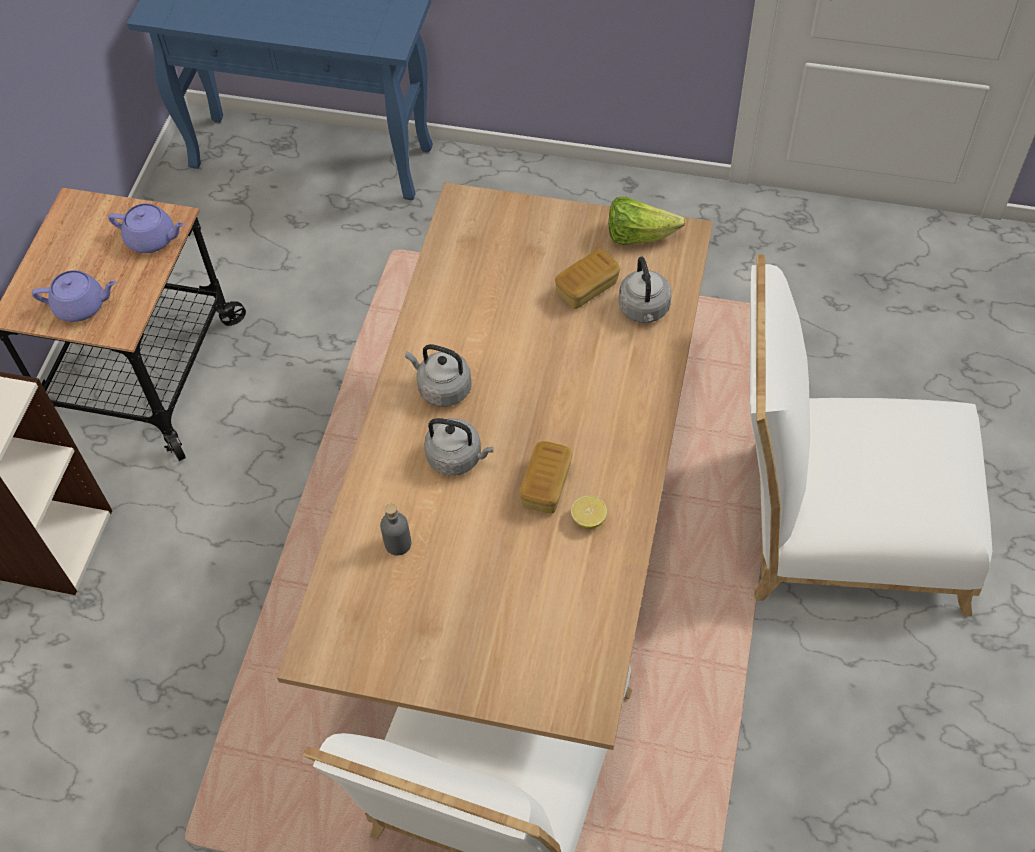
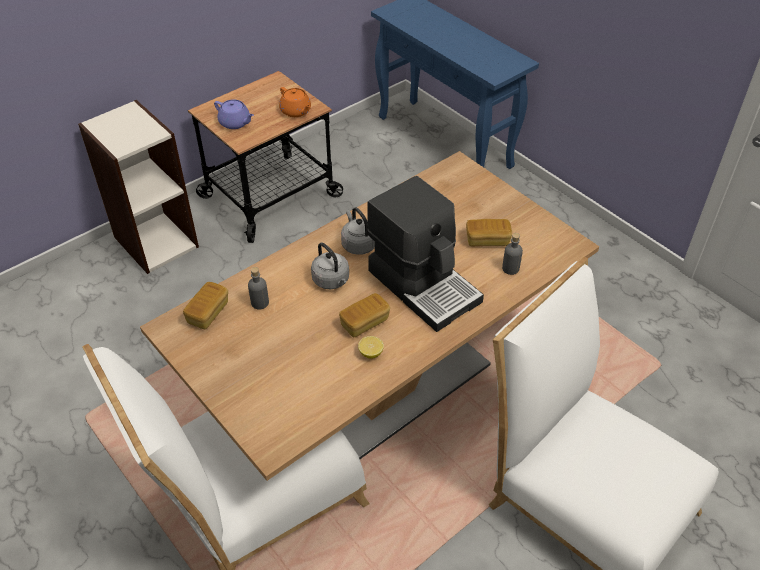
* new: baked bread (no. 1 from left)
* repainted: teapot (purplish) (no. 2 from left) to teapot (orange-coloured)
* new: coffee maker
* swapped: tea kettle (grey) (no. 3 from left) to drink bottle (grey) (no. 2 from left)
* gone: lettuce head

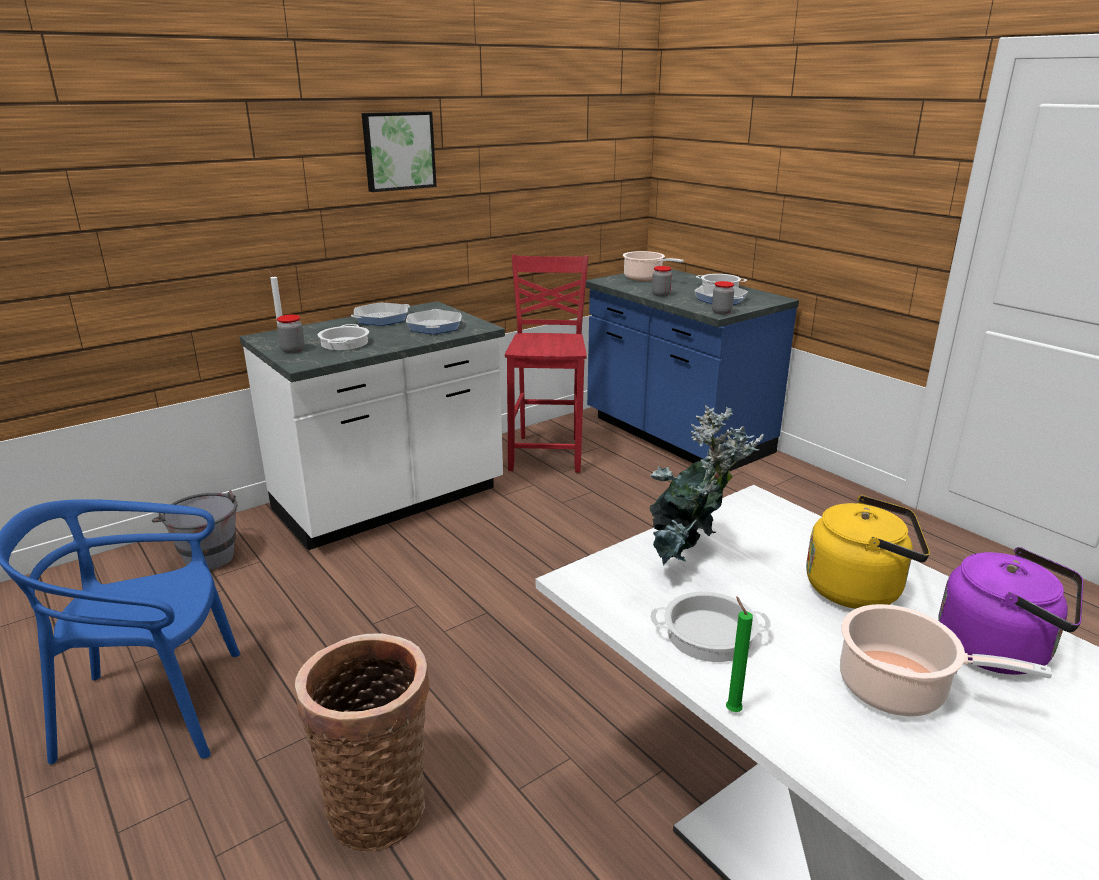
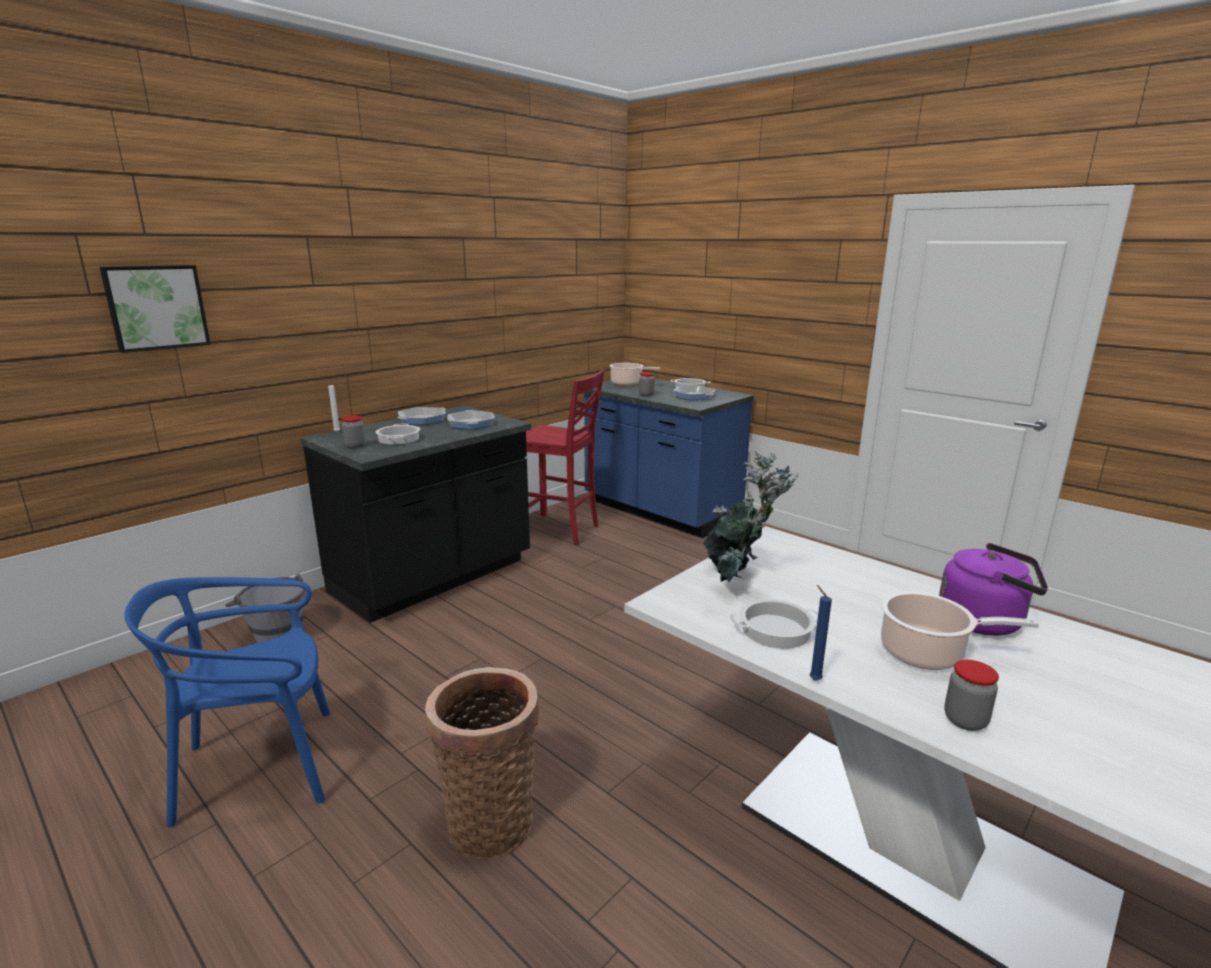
* shifted: wall art
* repainted: counter (white-coloured) to counter (black)
* rotated: plain chair (red-coloured) 120 degrees clockwise
* repainted: wax candle (greenish) to wax candle (blue-coloured)
* shifted: storage jar (no. 3 from left)
* gone: tea kettle (yellow)

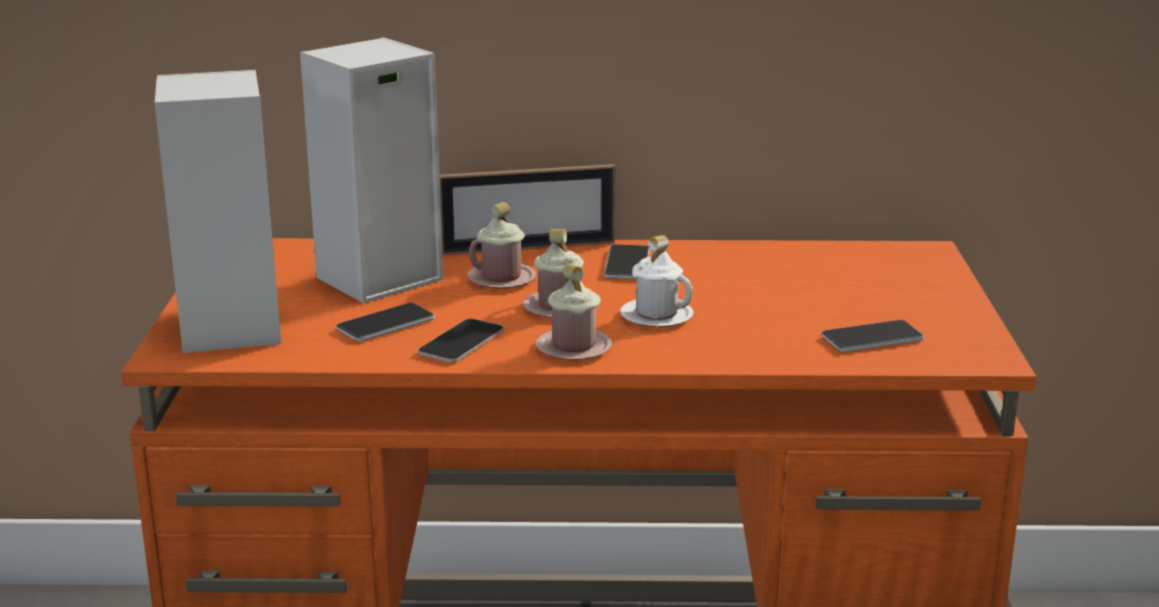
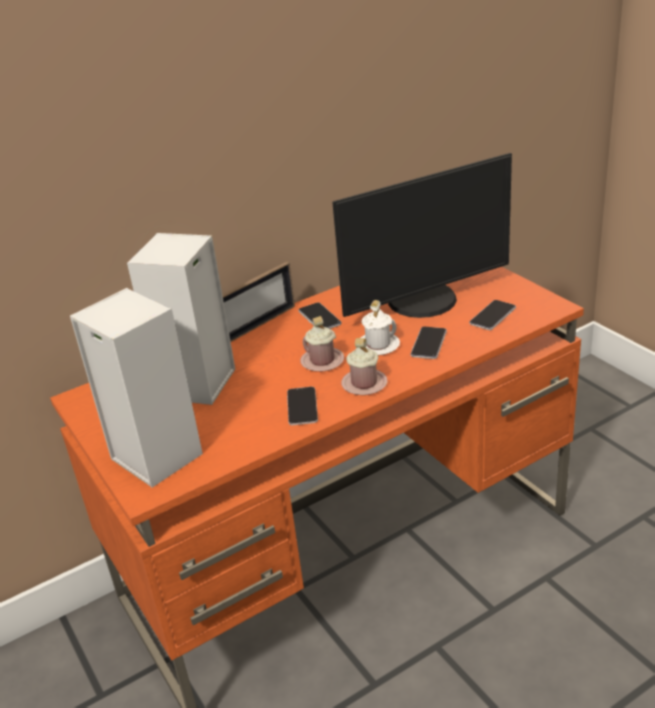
* new: computer display
* shifted: handset (no. 1 from left in the first image) to handset (no. 3 from left)
* gone: coffee mug (pink) (no. 1 from left)

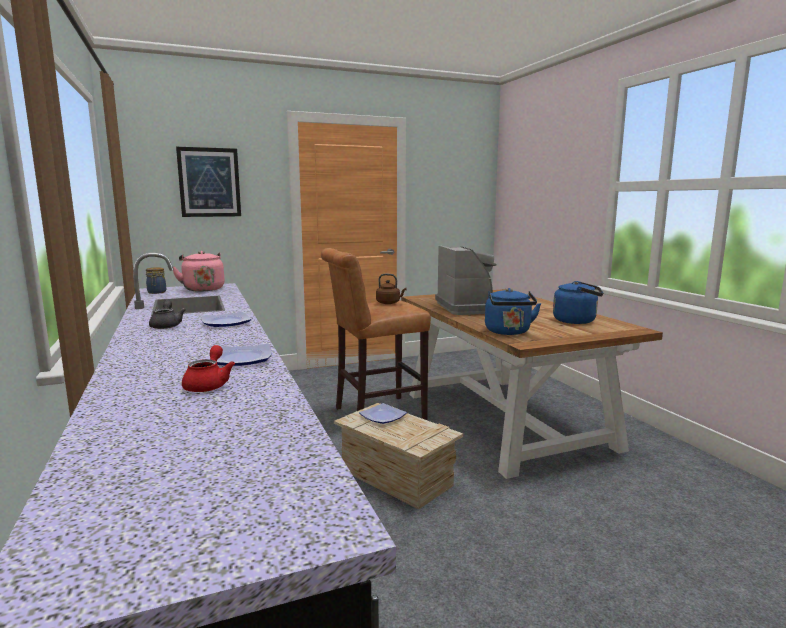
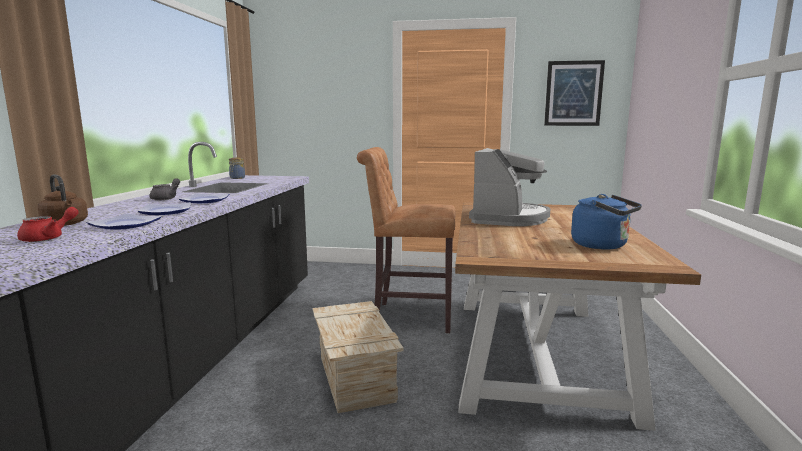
* shifted: tea kettle (brownish)
* shifted: plate (no. 3 from left in the first image) to plate (no. 2 from left)
* shifted: wall art
* gone: tea kettle (pink)
* gone: tea kettle (blue-coloured) (no. 1 from left)

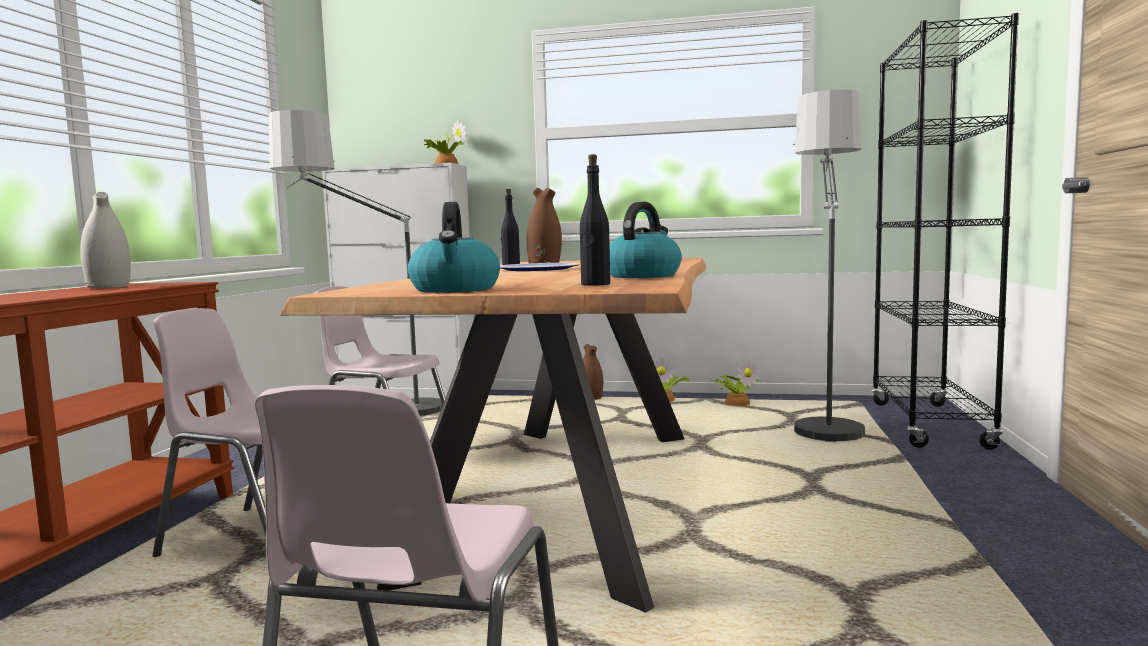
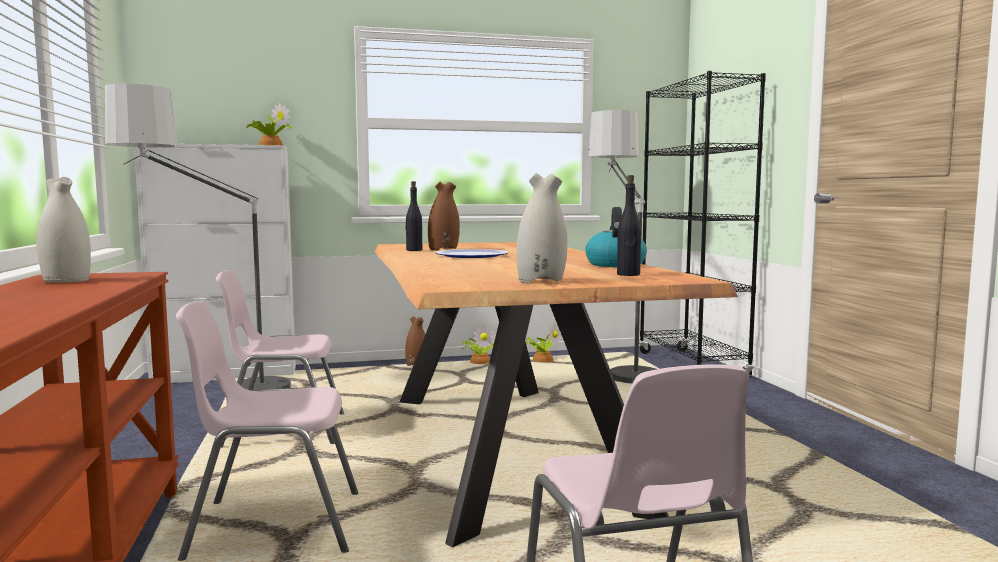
* swapped: tea kettle (no. 1 from left) to decorative vase (white-coloured) (no. 2 from left)

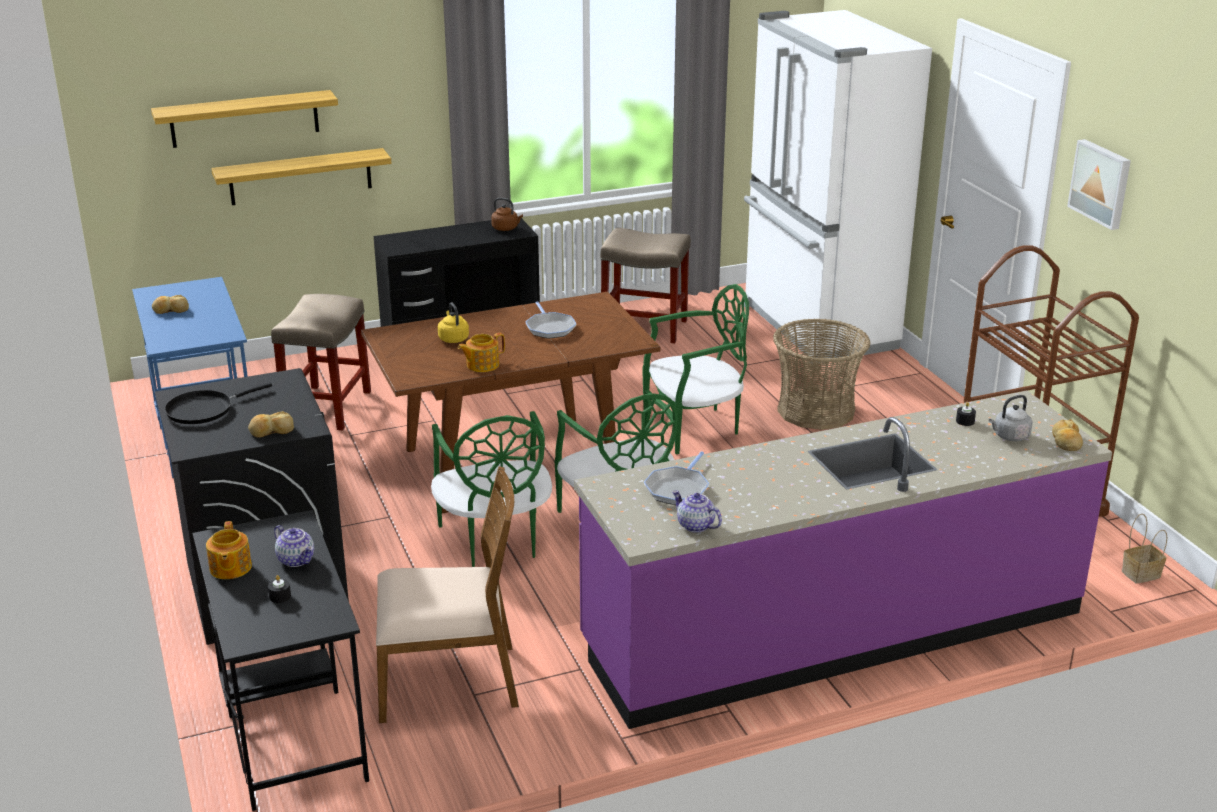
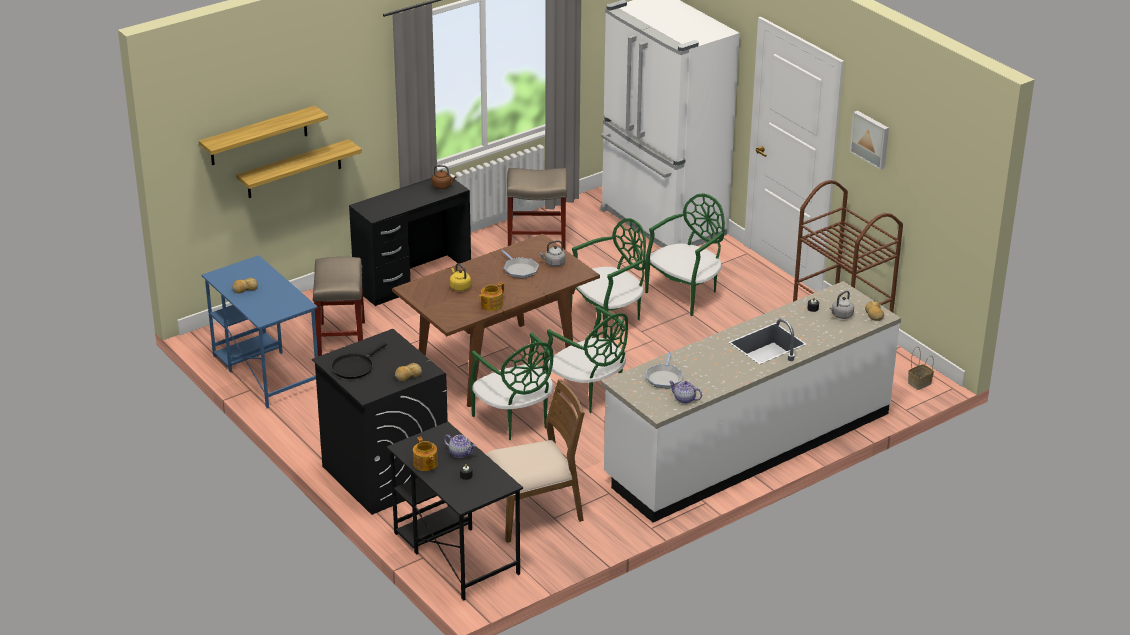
* new: tea kettle (grey) (no. 1 from left)
* repainted: counter (purplish) to counter (white-coloured)
* swapped: basket (no. 1 from left) to plain chair (greenish) (no. 4 from left)

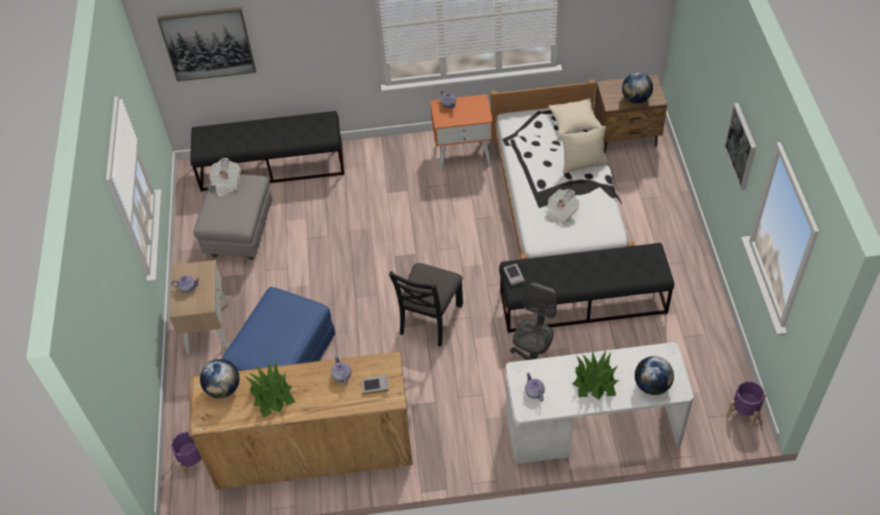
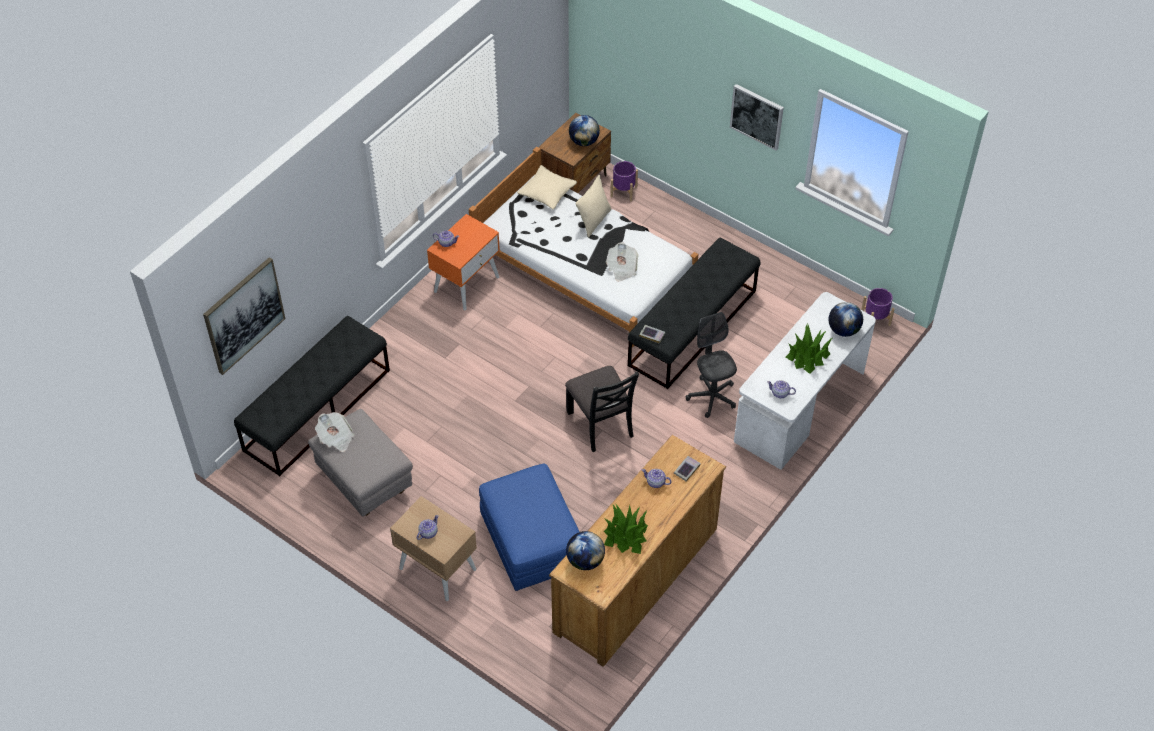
* shifted: planter (purplish) (no. 1 from left)

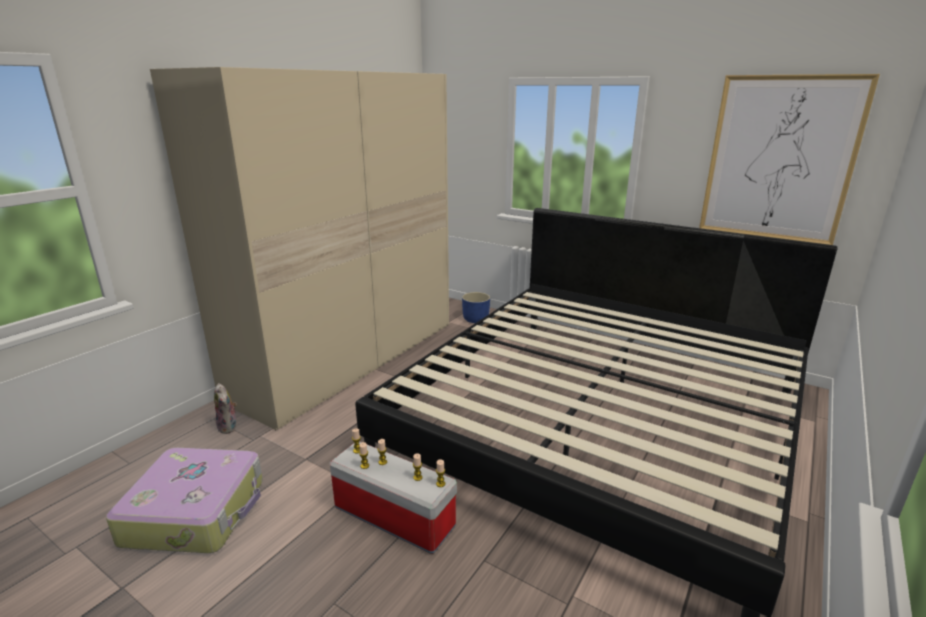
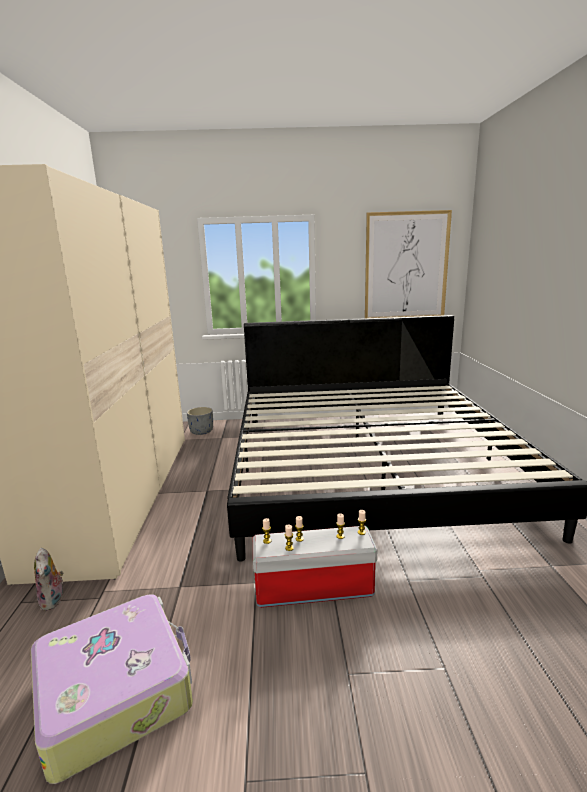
* rotated: soft toy 45 degrees clockwise
* repainted: planter (blue-coloured) to planter (grey)

